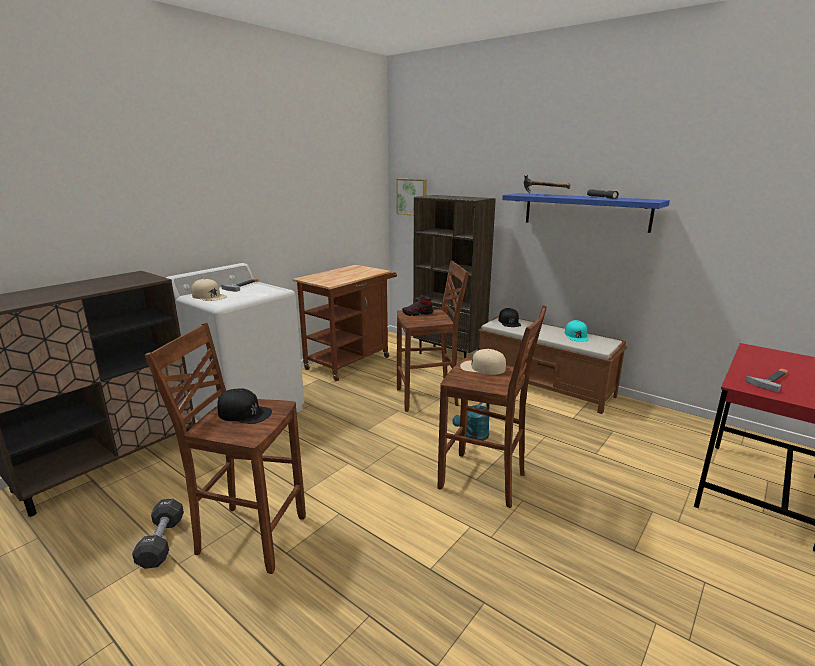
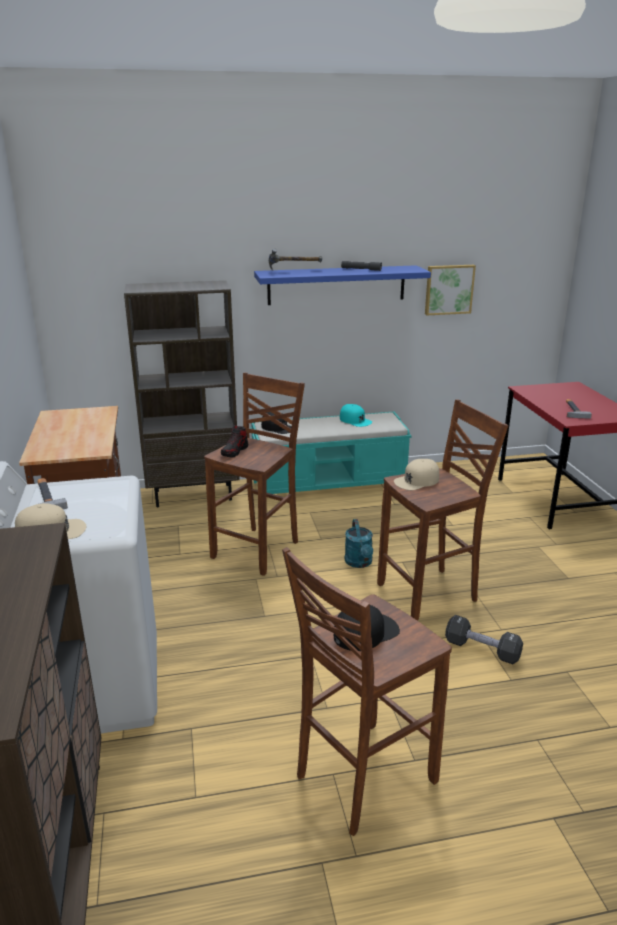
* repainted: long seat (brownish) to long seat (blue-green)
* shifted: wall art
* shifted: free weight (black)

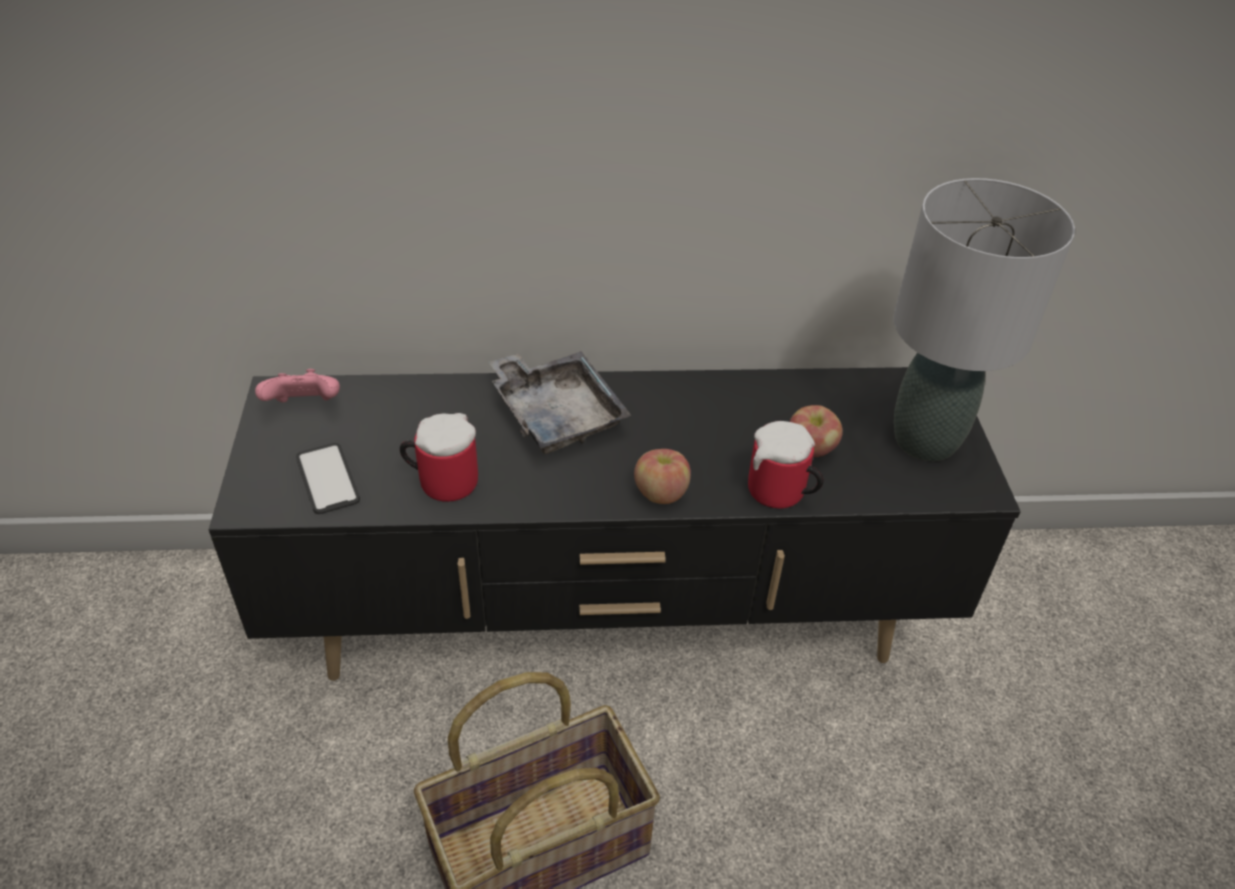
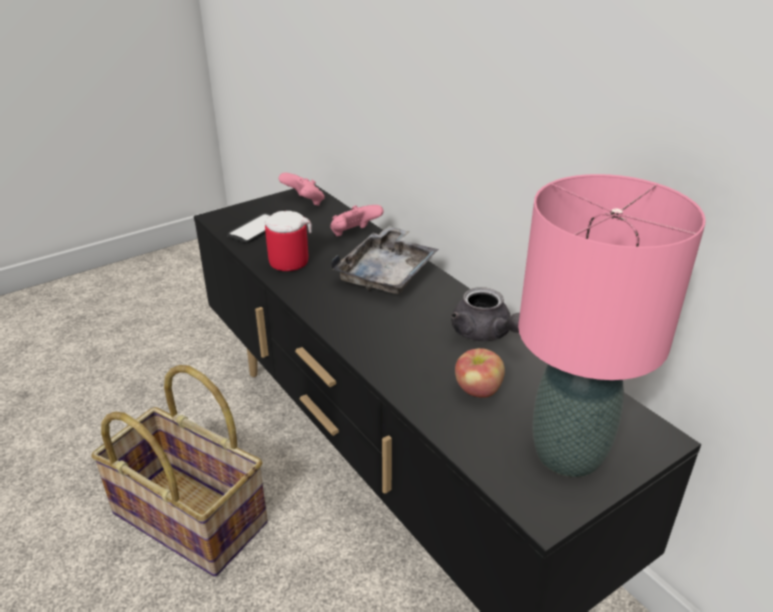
* new: joypad (pink) (no. 2 from left)
* new: teapot (grey)
* repainted: tabletop lamp (grey) to tabletop lamp (pink)
* gone: apple fruit (no. 1 from left)
* gone: coffee mug (no. 2 from left)

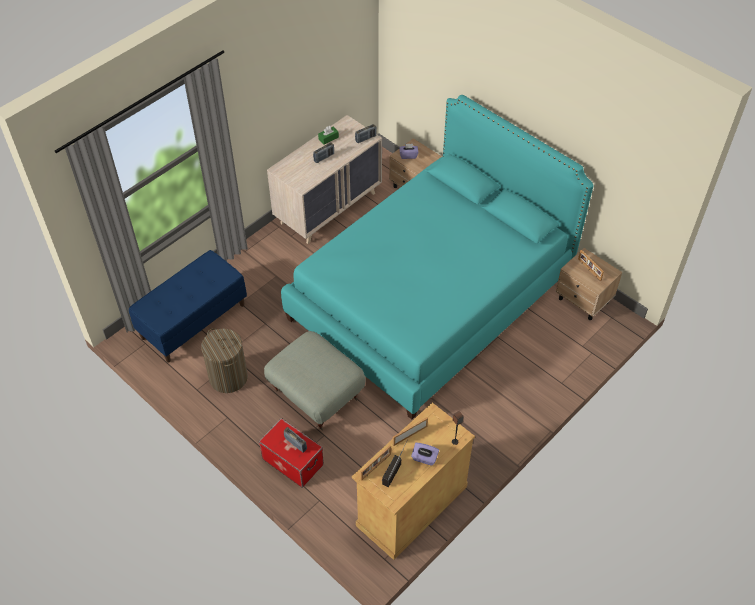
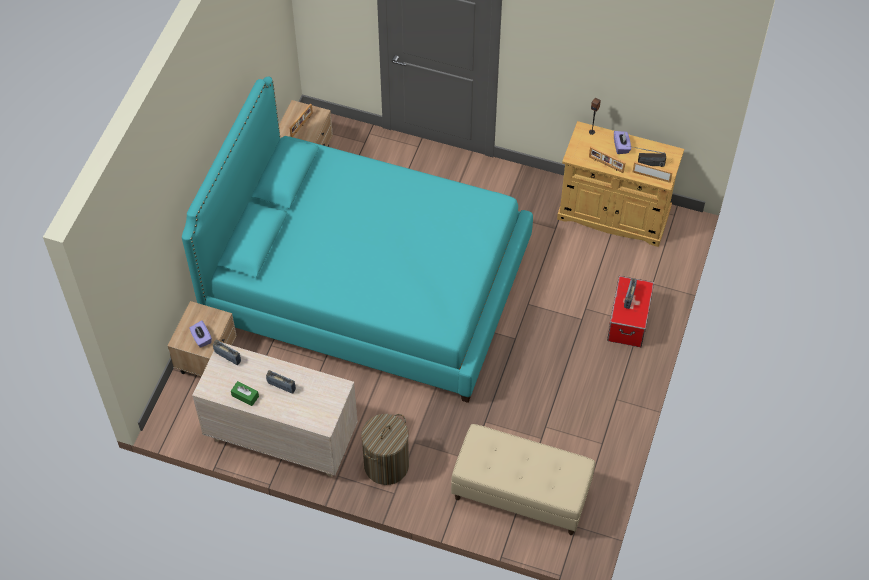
* shifted: washing basket
* repainted: long seat (blue-coloured) to long seat (sand-coloured)
* gone: pouffe (grey)

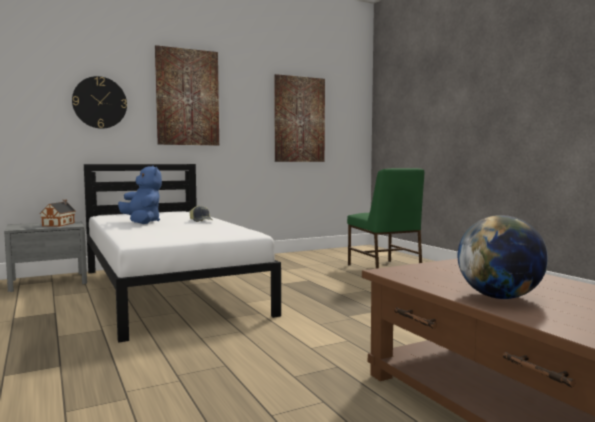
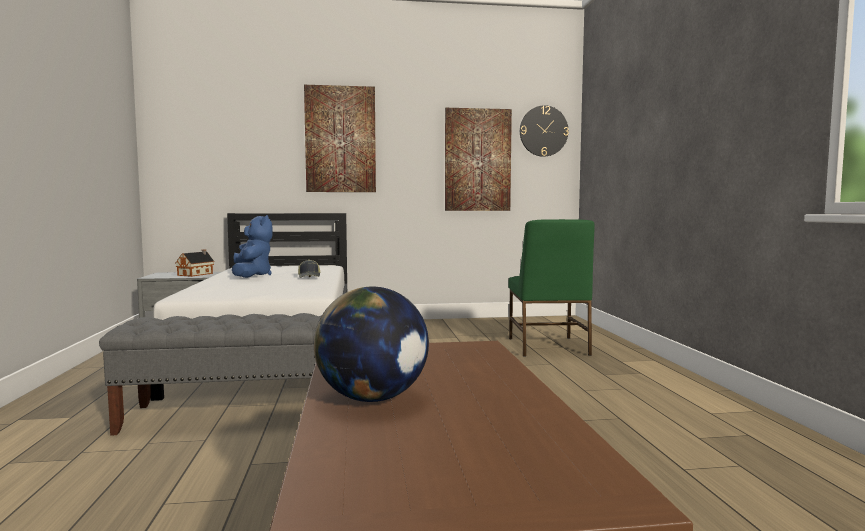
* new: long seat (grey)
* shifted: clock on the wall

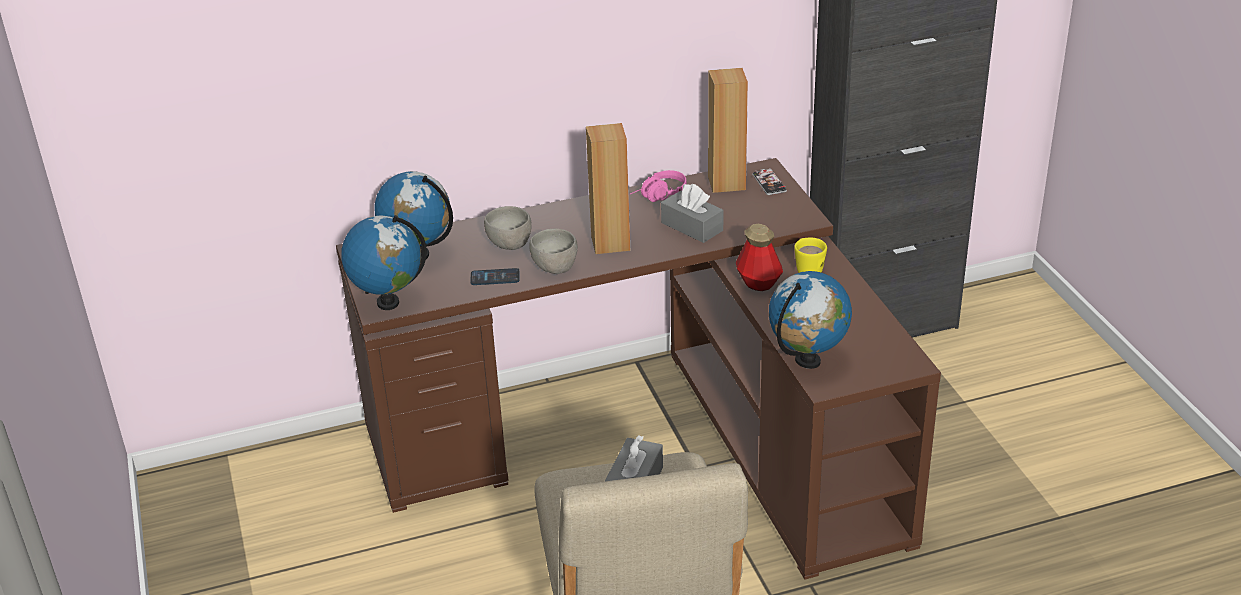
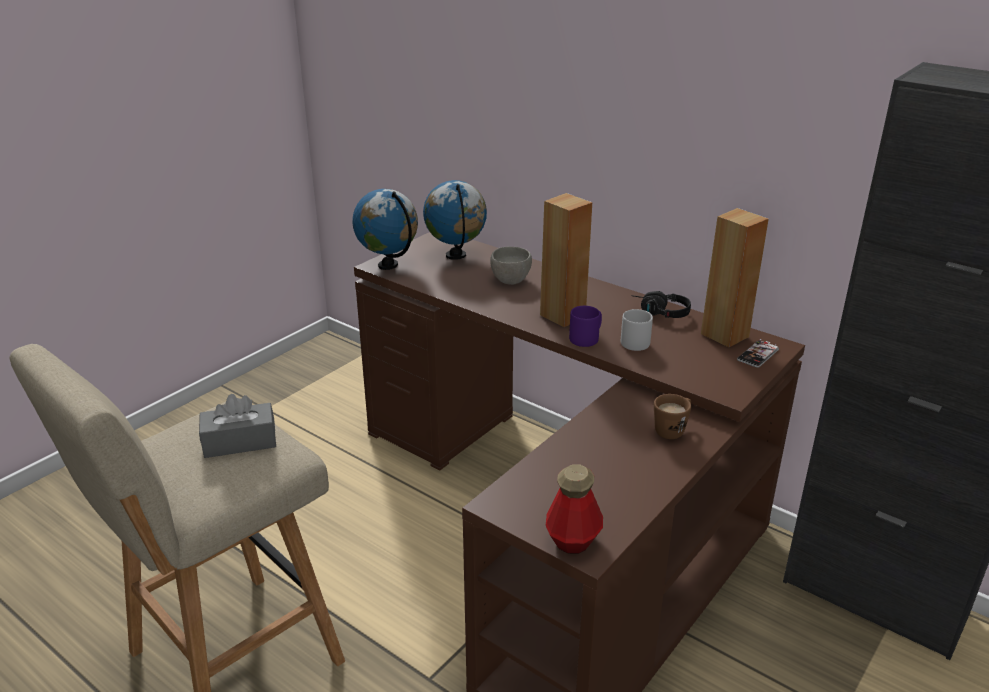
* shifted: drink bottle
* new: coffee mug (purplish)
* swapped: tissue holder (grey) (no. 2 from left) to coffee mug (grey)
* repainted: headphones (pink) to headphones (black)
* repainted: coffee mug (yellow) to coffee mug (brownish)
* gone: handset (no. 1 from left)
* gone: serving bowl (grey) (no. 2 from left)
* gone: world globe (no. 3 from left)

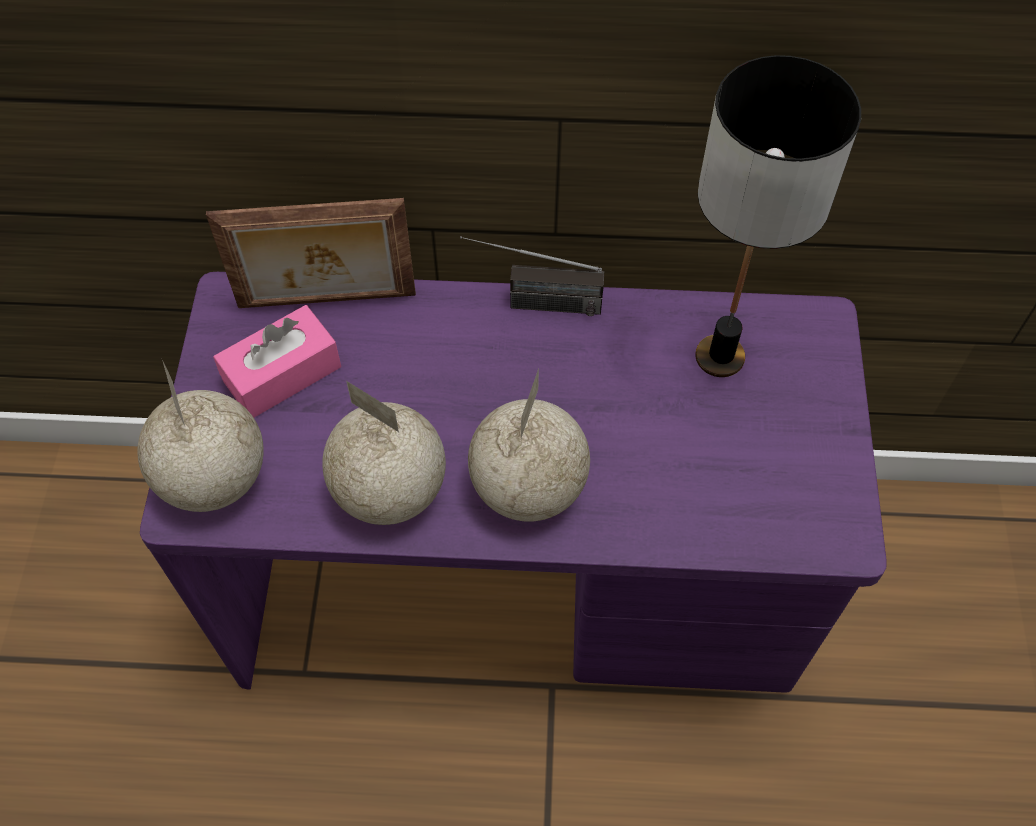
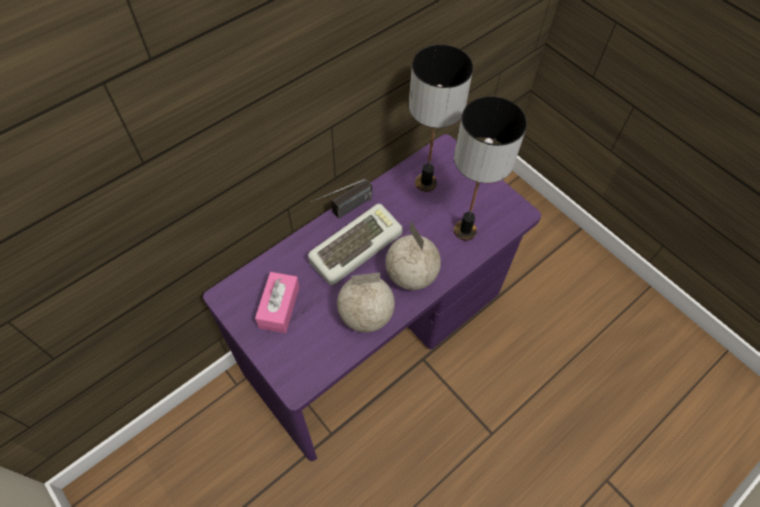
* new: PC keyboard
* new: tabletop lamp (no. 2 from left)
* gone: world globe (no. 1 from left)
* gone: photo frame

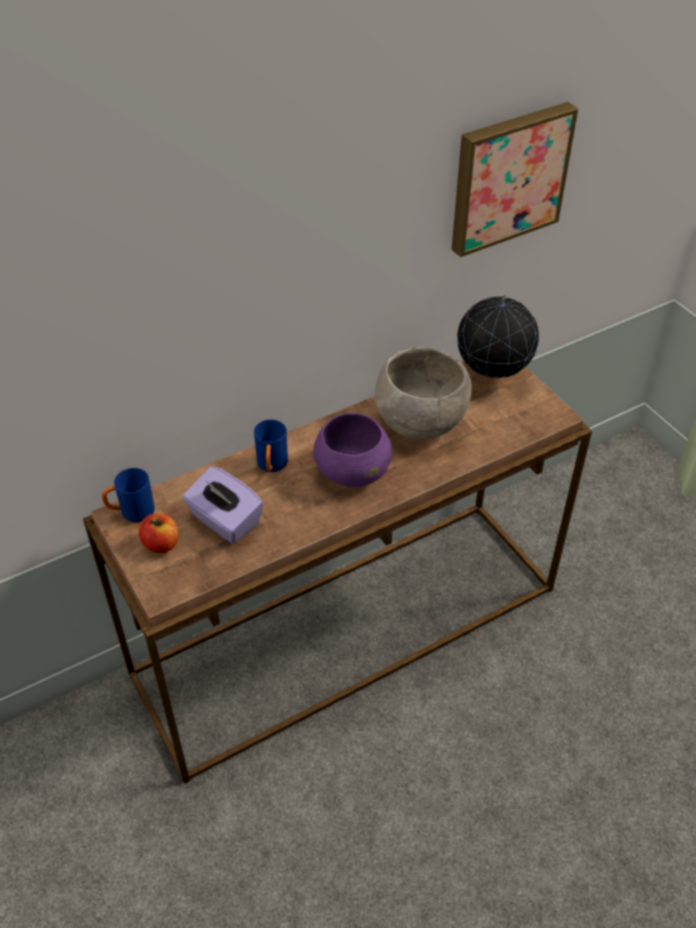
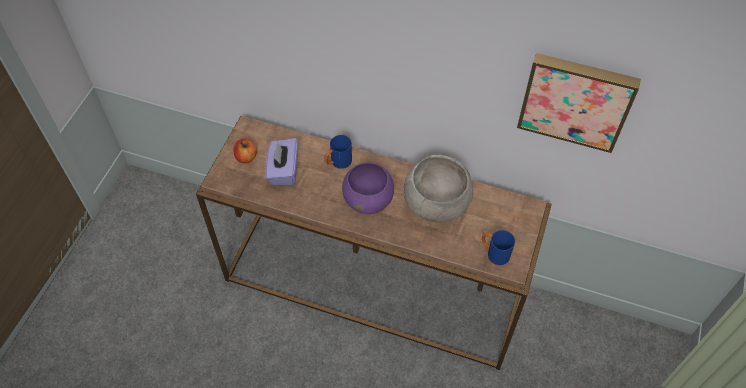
* shifted: coffee mug (blue-coloured) (no. 1 from left in the first image) to coffee mug (blue-coloured) (no. 2 from left)
* gone: world globe

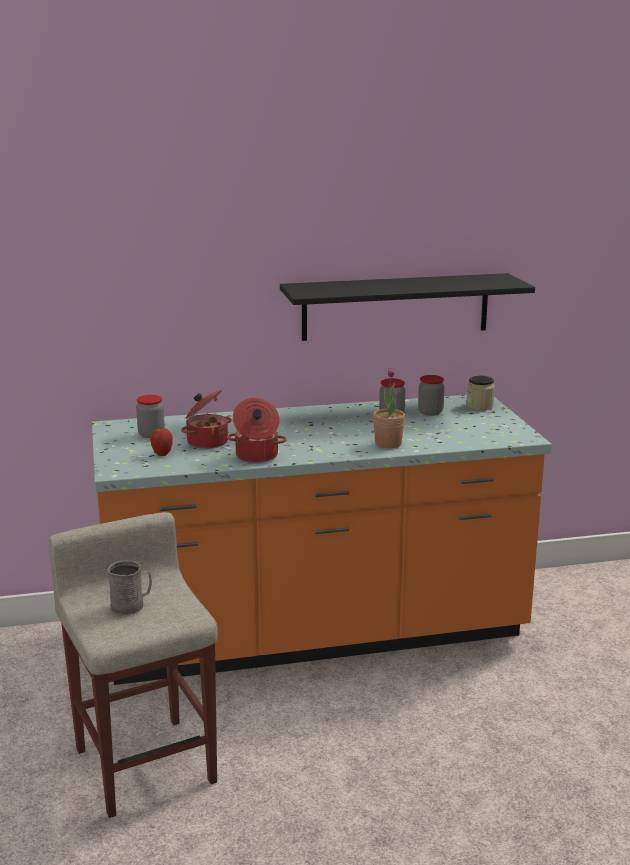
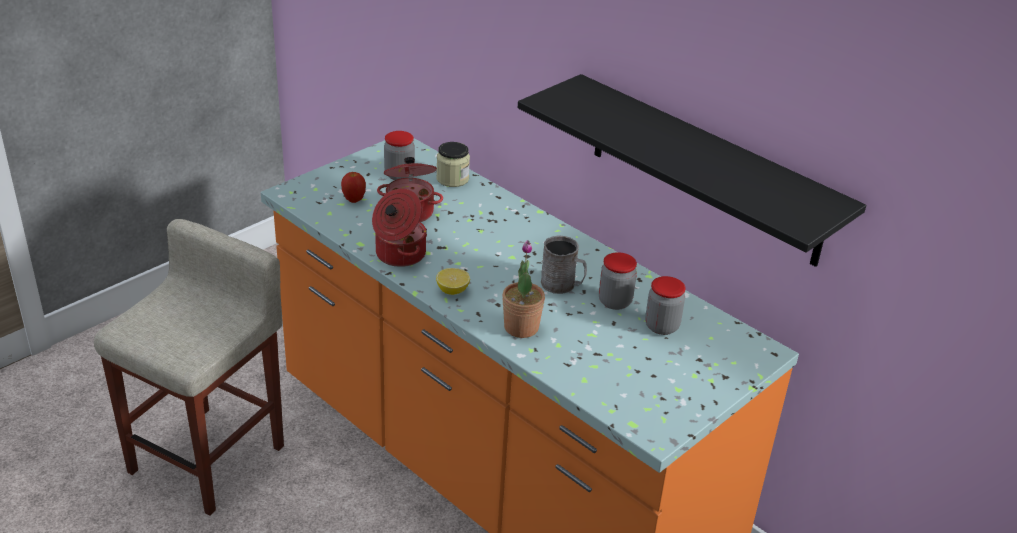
* shifted: storage jar (no. 4 from left in the first image) to storage jar (no. 2 from left)
* new: citrus fruit
* shifted: coffee mug (grey)

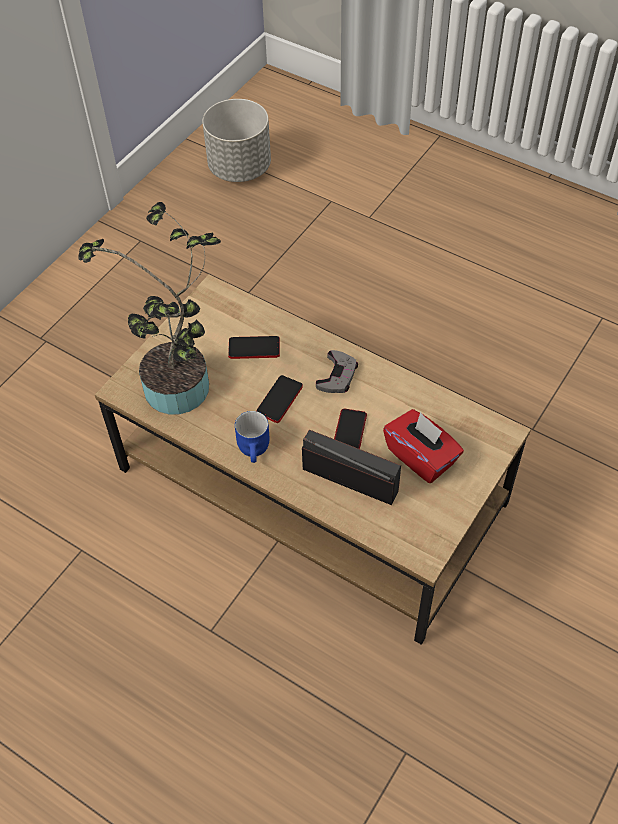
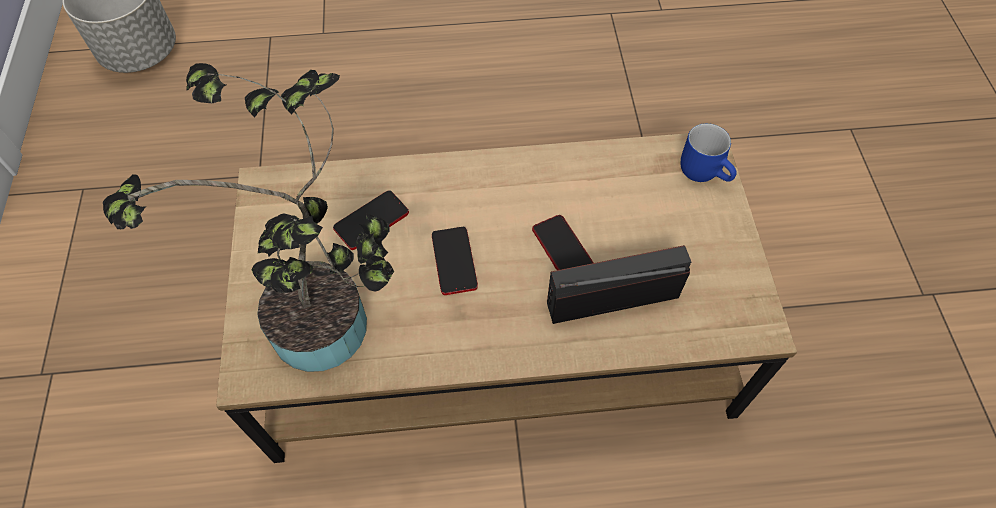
* shifted: coffee mug (blue-coloured)
* gone: joypad (grey)
* gone: tissue holder (red-coloured)

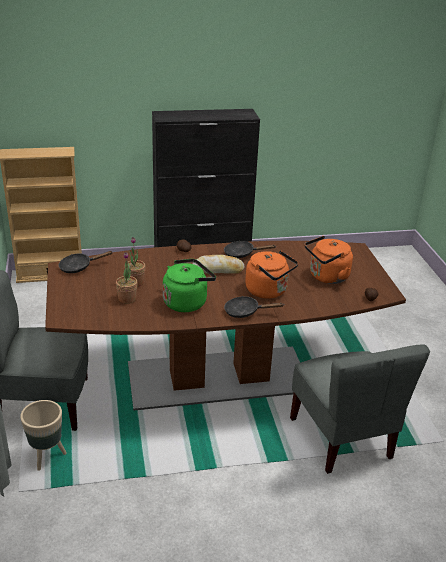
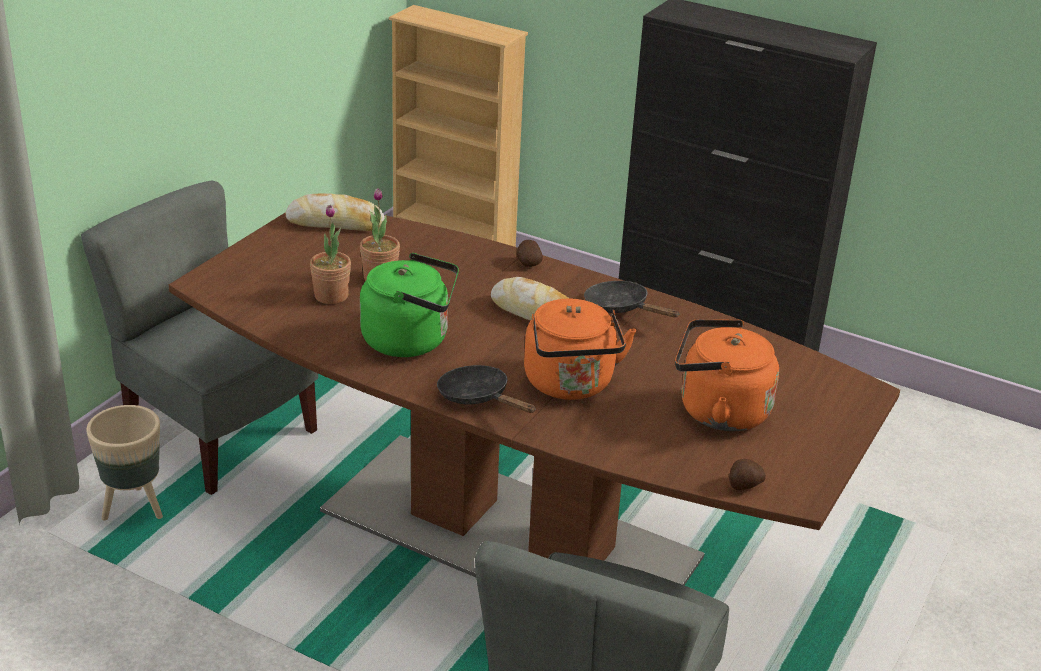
* swapped: pan (black) (no. 1 from left) to baked bread (no. 1 from left)

